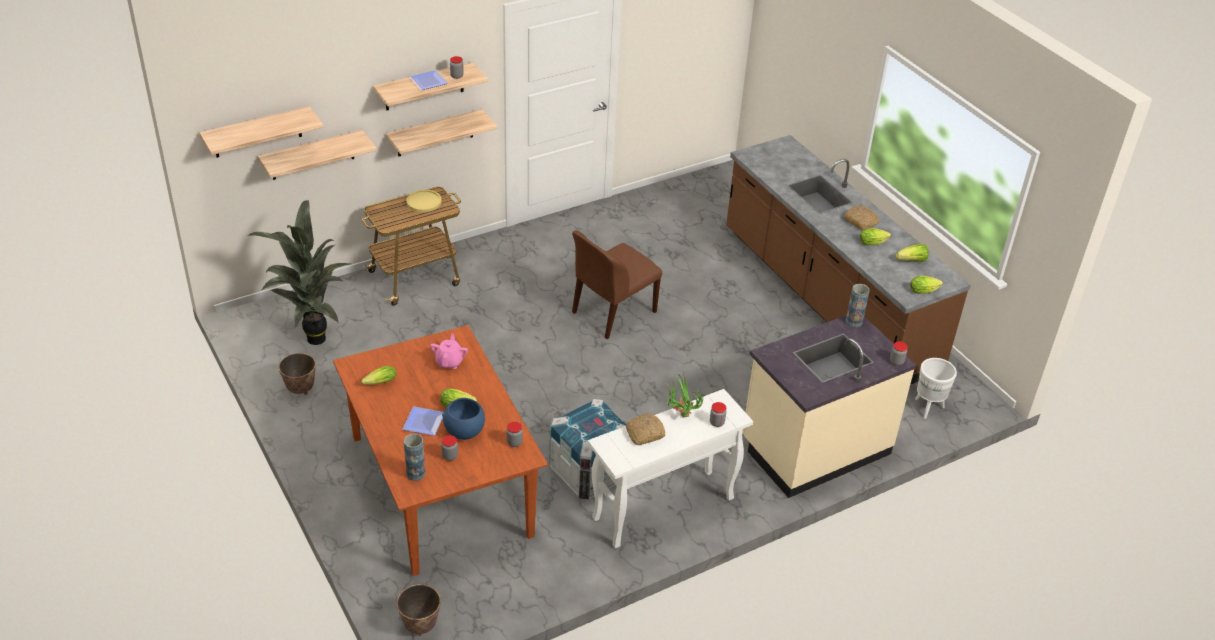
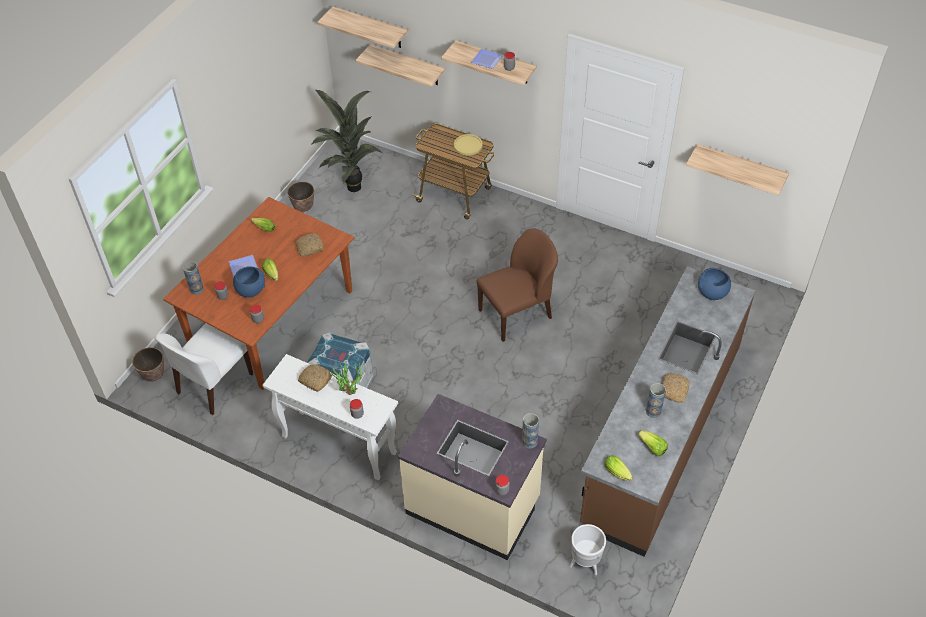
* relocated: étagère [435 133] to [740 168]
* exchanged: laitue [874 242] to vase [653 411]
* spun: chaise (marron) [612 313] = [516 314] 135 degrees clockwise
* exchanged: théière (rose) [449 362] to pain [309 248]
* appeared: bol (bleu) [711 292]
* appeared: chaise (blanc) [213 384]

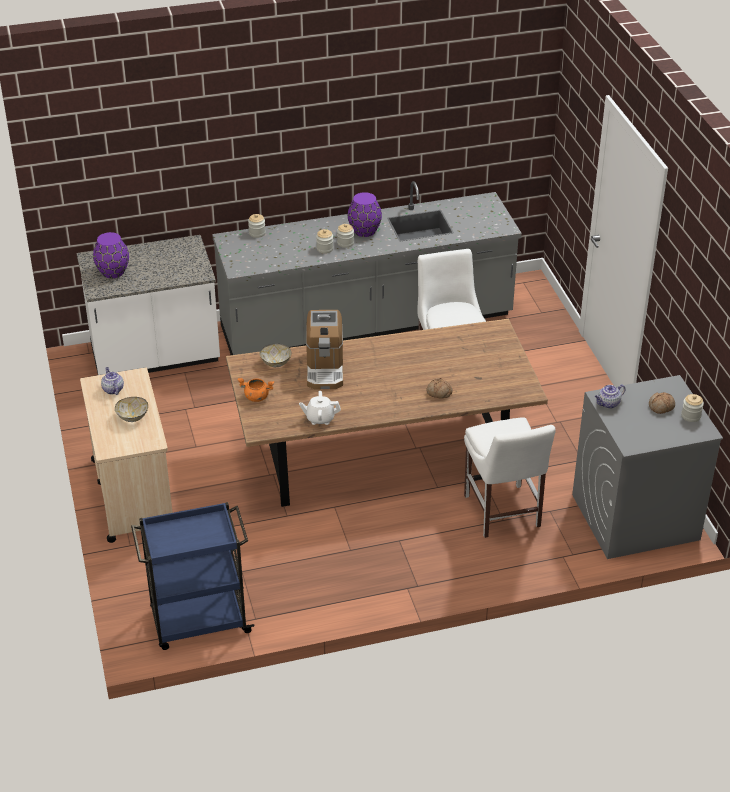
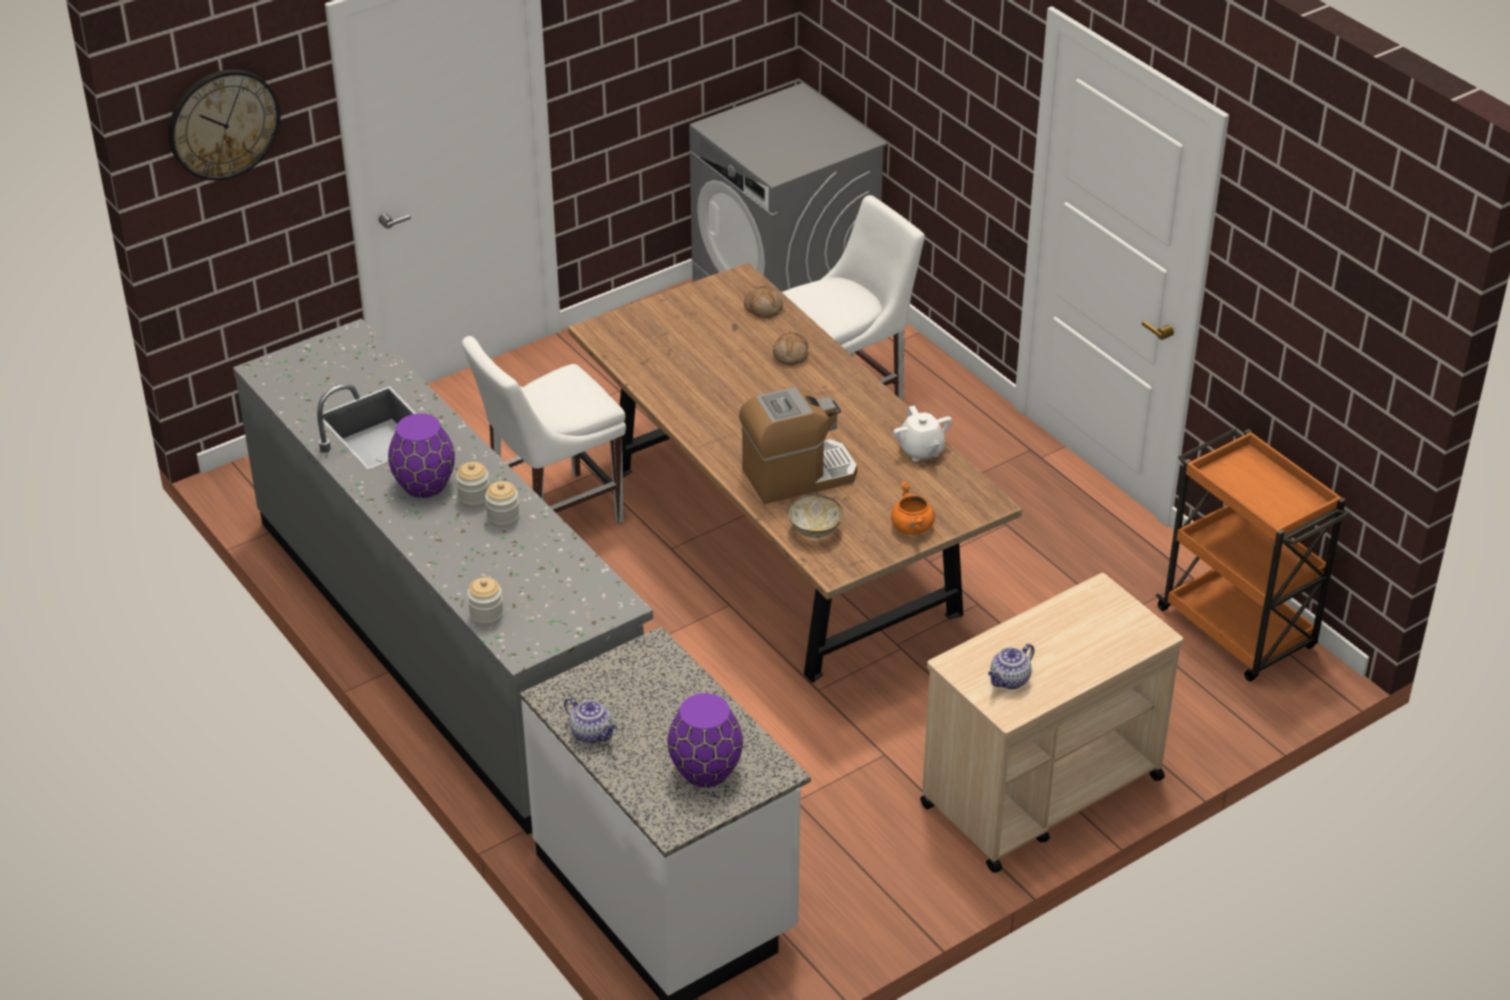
* relocated: théière [608 404] to [592 733]
* relocated: pain [661 407] to [763 308]
* missing: bocal [691 416]
* missing: bol [133 417]
* colour: chariot (bleu) [198 621] to chariot (orange) [1238 630]
* appeared: horloge murale [223 124]

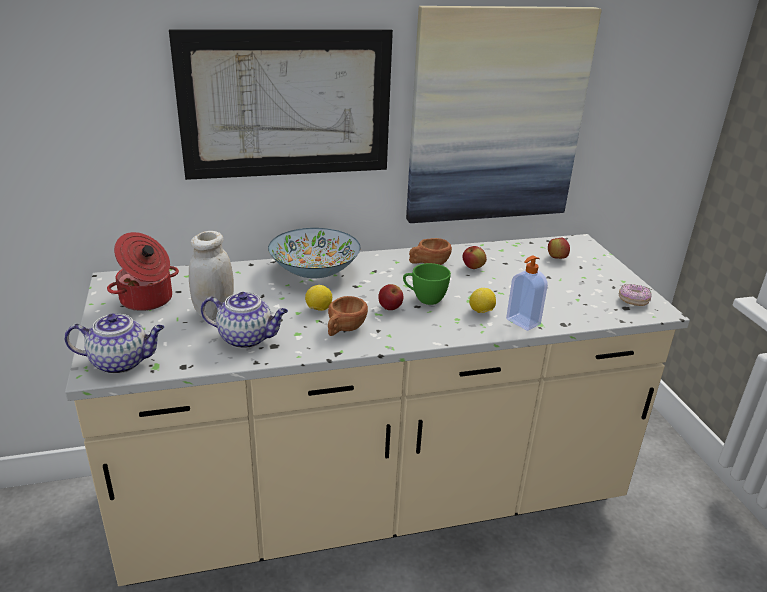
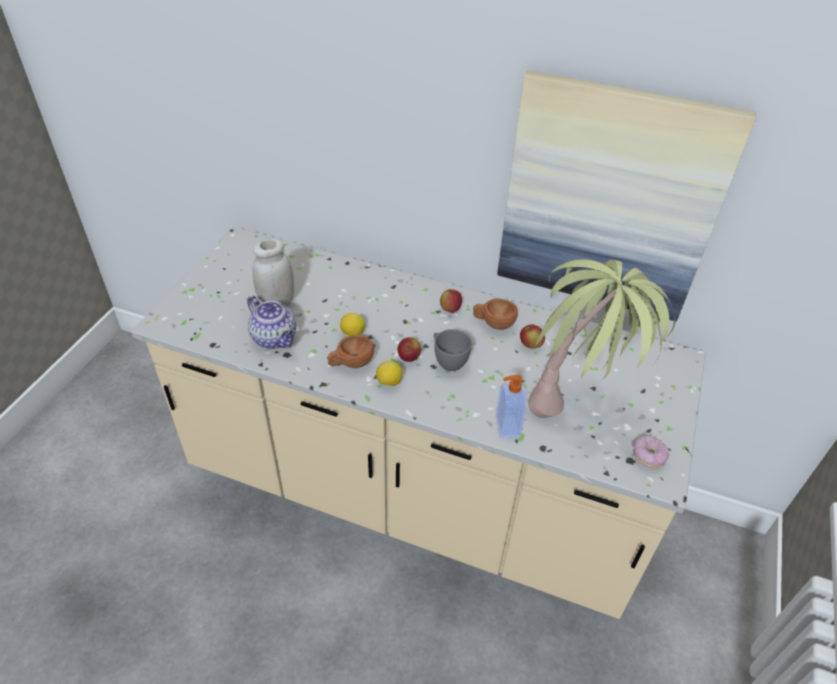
* missing: tableau [286 105]
* missing: bol [315 272]
* missing: marmite [147 300]
* relocated: pomme [556 258] to [450 309]
* colour: tasse (vert) [424 299] to tasse (gris) [448 361]
* relocated: citron [481 312] to [389 382]
* missing: théière [121 362]
* appeared: plante en pot [579 401]

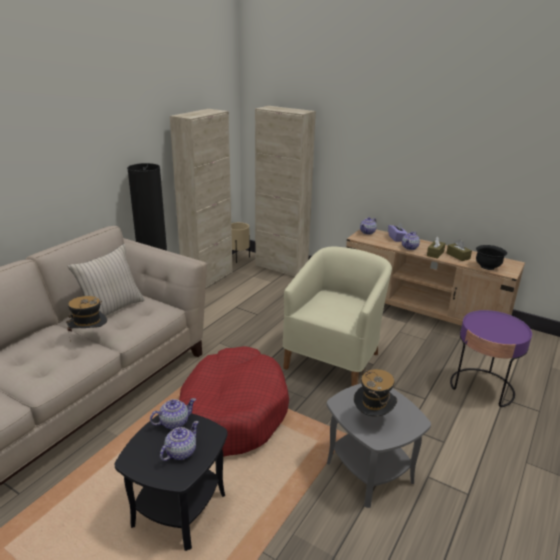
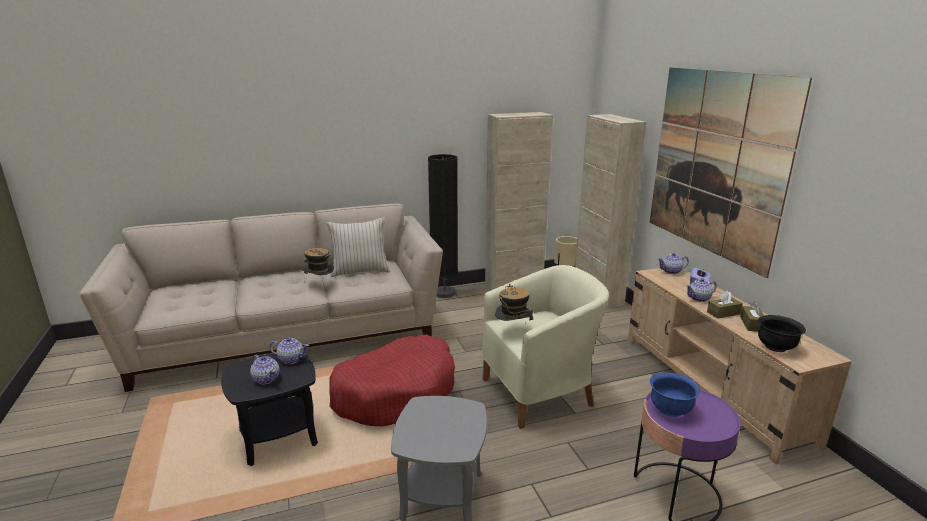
* relocated: chapeau [372 418] to [513 330]
* spun: théière [180 452] = [266 379] 60 degrees clockwise
* appeared: tableau [716 164]
* appeared: bol (bleu) [670 410]

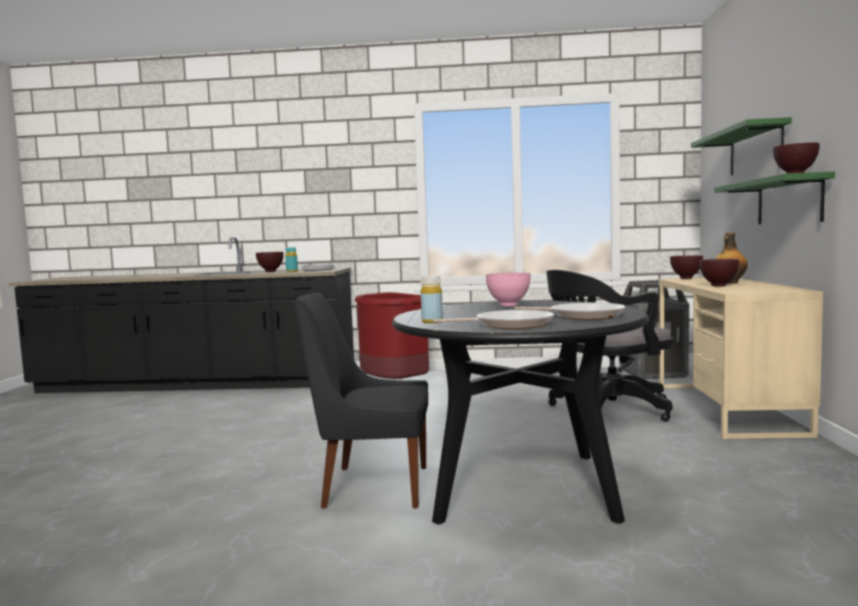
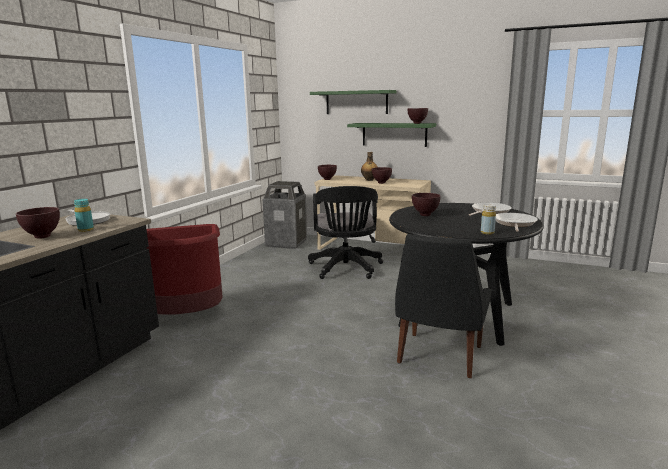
* colour: bol (rose) [507 306] to bol (marron) [424 215]

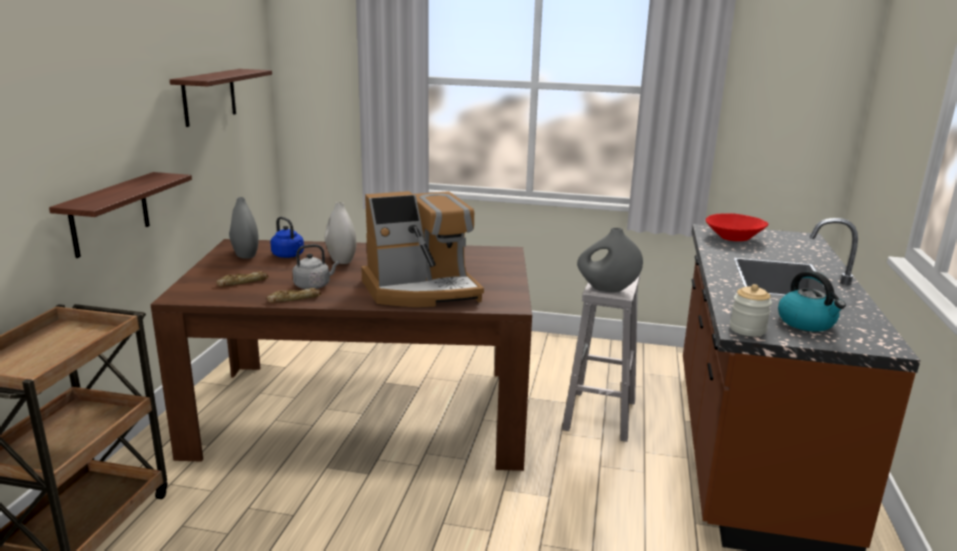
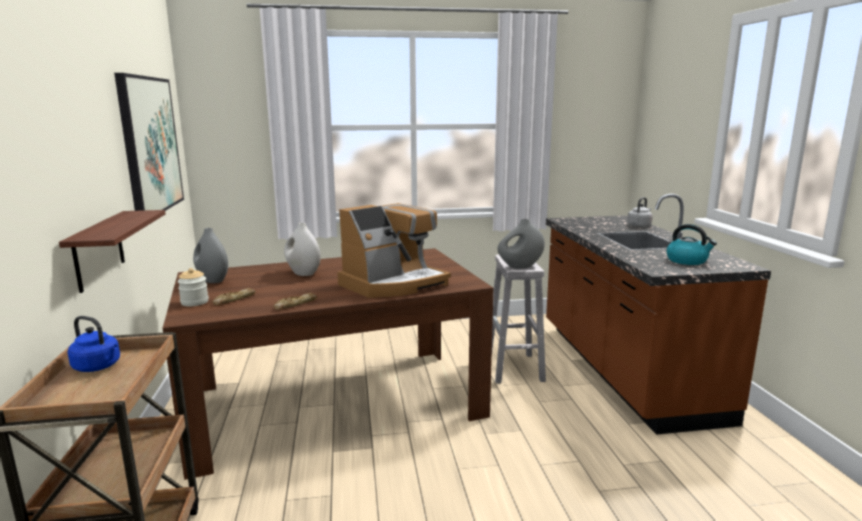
* exchanged: étagère [209 97] to tableau [150 145]
* missing: bol (rouge) [733 238]
* relocated: bouilloire (bleu) [289 255] to [99 367]
* relocated: bouilloire (gris) [314 286] to [639 225]
* relocated: bocal [747 329] to [194 302]

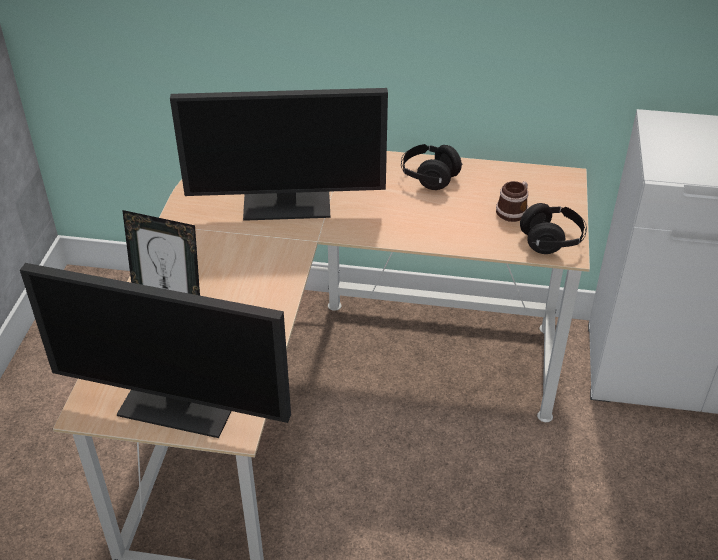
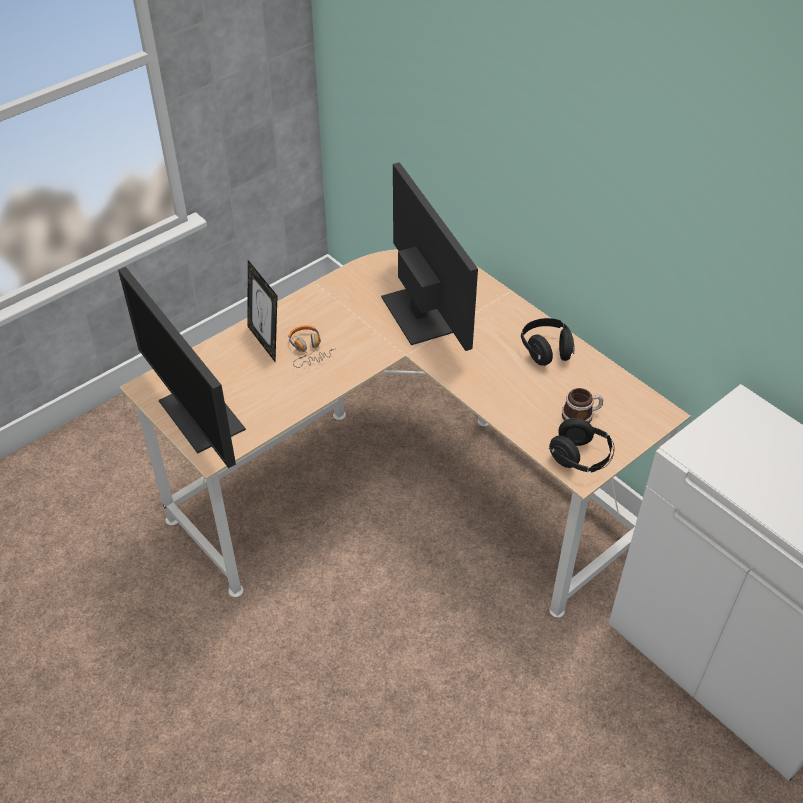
* spun: écran d'ordinateur [288 202] = [418 313] 150 degrees counterclockwise
* appeared: casque audio [308 350]

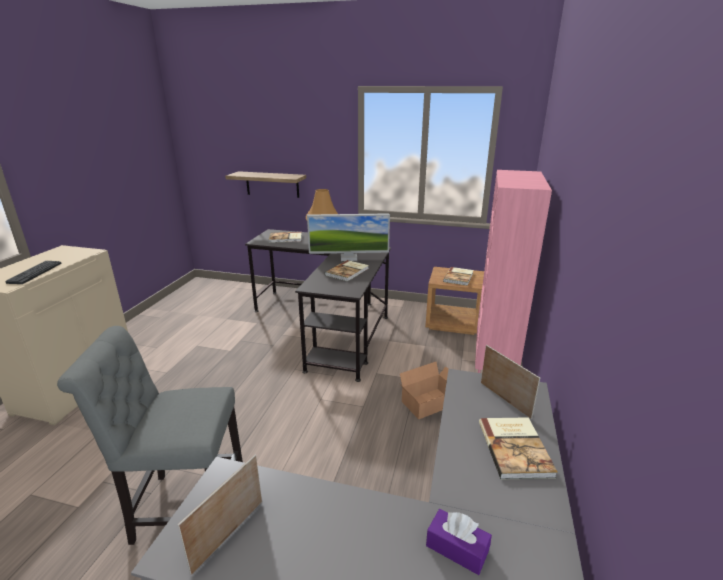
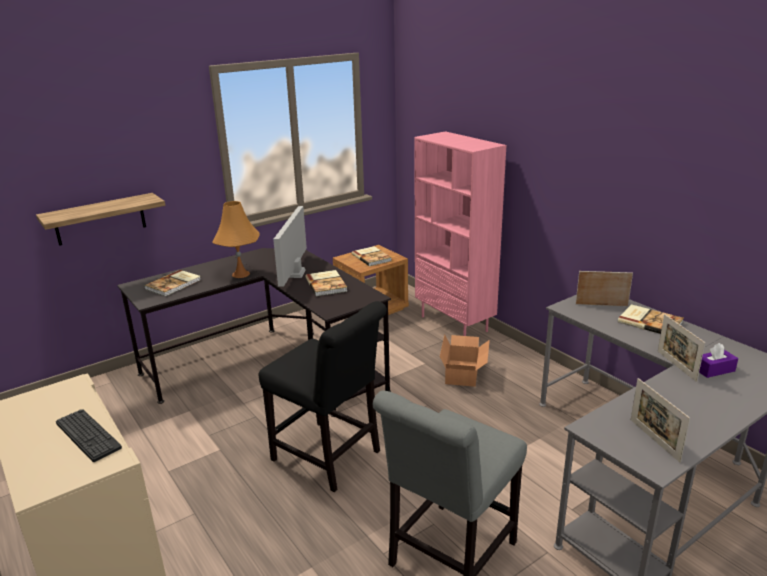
* spun: écran d'ordinateur [348 258] = [295 273] 150 degrees clockwise
* appeared: chaise (noir) [330 458]
* appeared: cadre photo [676 366]

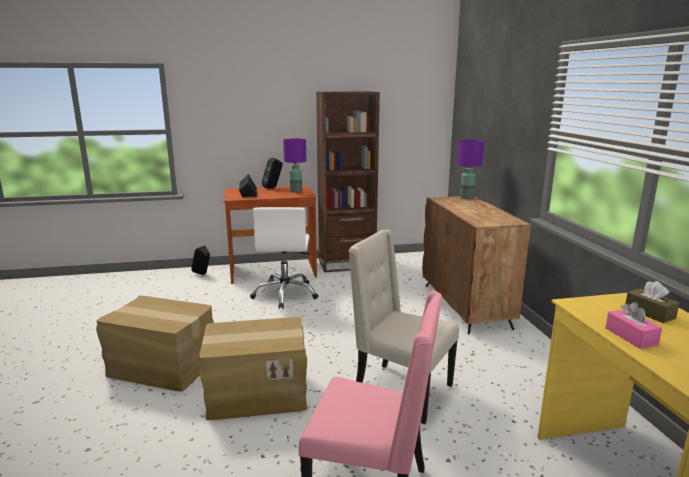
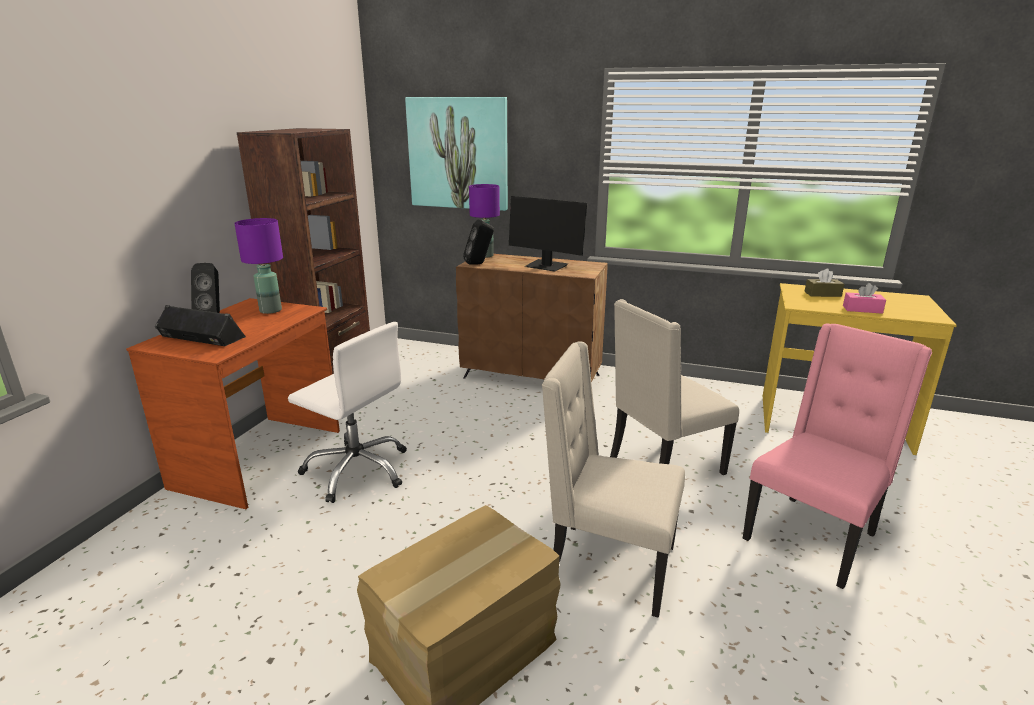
* relocated: enceinte (noir) [203 274] to [479 264]
* exchanged: carton [257 393] to chaise (beige) [608 565]
* appeared: tableau [458 153]
* appeared: écran d'ordinateur [546 266]

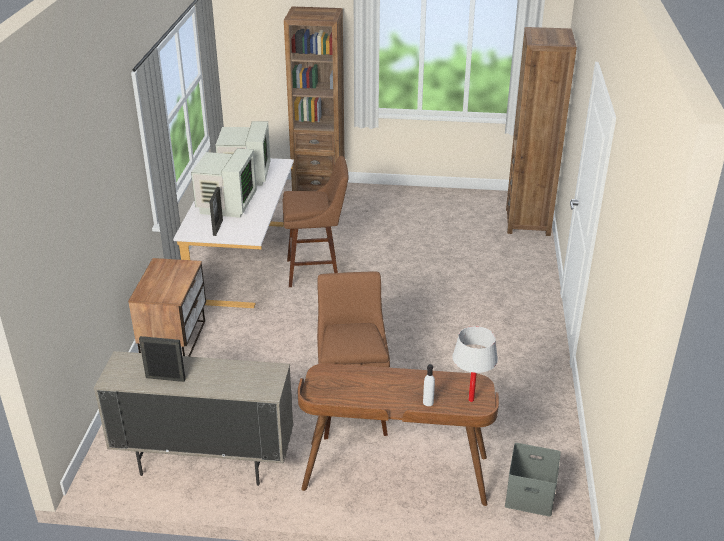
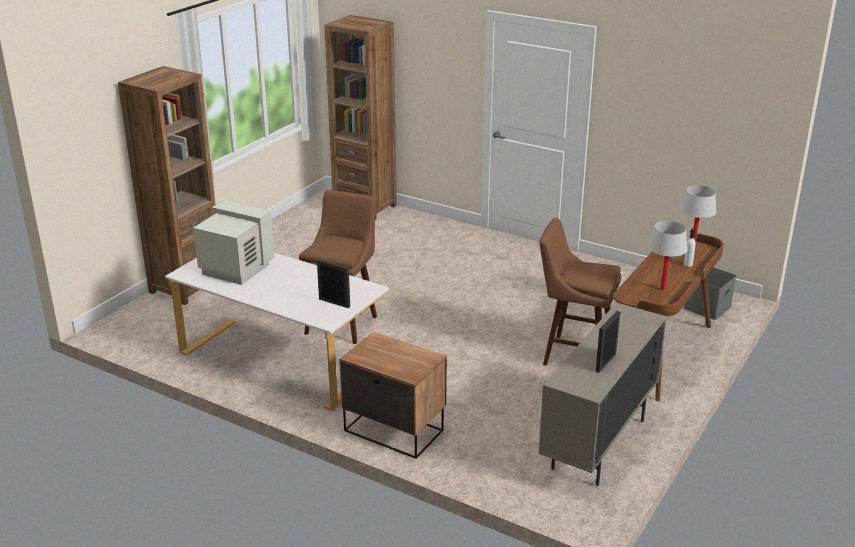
* missing: écran d'ordinateur [226 205]
* appeared: lampe de table (blanc) [662 289]

